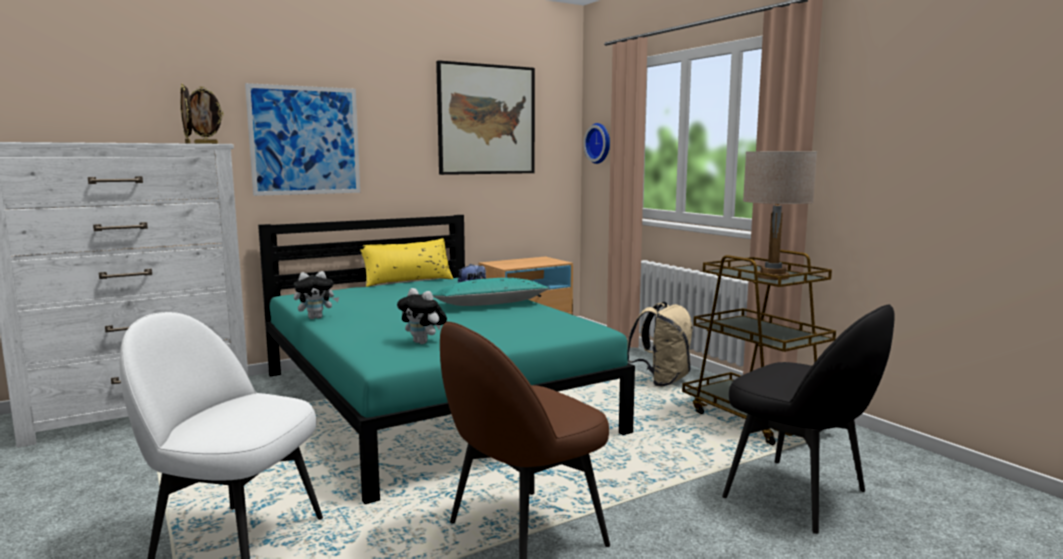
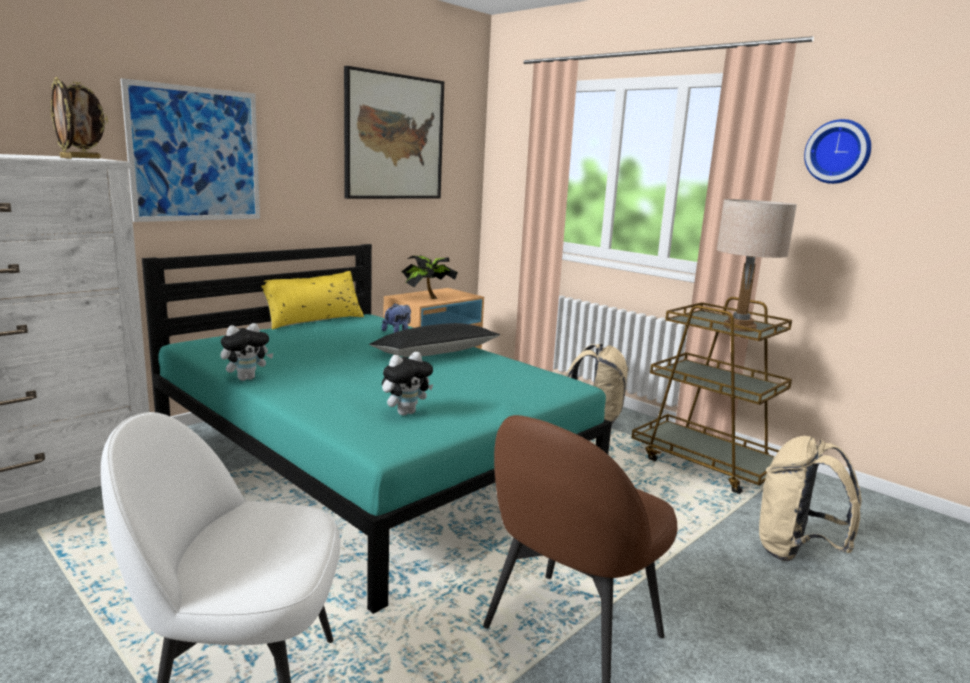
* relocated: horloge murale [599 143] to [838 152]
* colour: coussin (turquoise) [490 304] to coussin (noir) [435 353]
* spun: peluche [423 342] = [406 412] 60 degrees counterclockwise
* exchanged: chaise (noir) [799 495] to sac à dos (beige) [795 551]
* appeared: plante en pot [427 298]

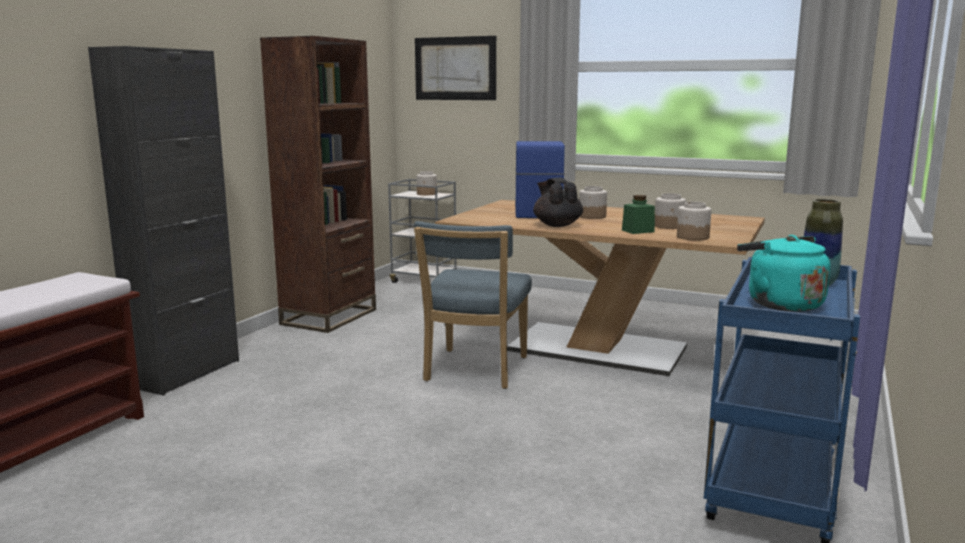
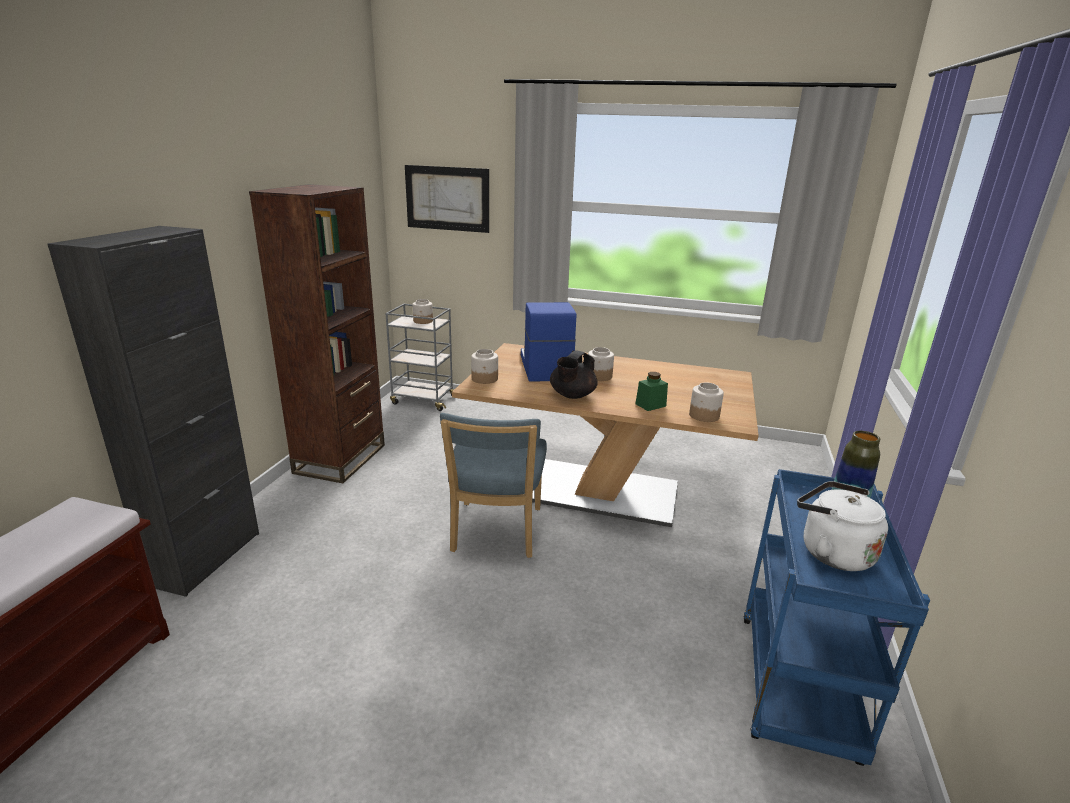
* spun: théière (noir) [557 225] = [572 395] 120 degrees counterclockwise
* relocated: bocal [669 226] to [485 379]
* colour: bouilloire (turquoise) [780 304] to bouilloire (blanc) [831 552]

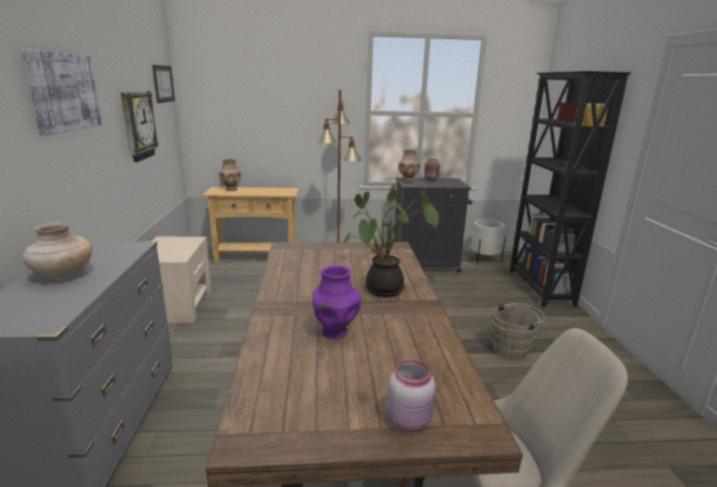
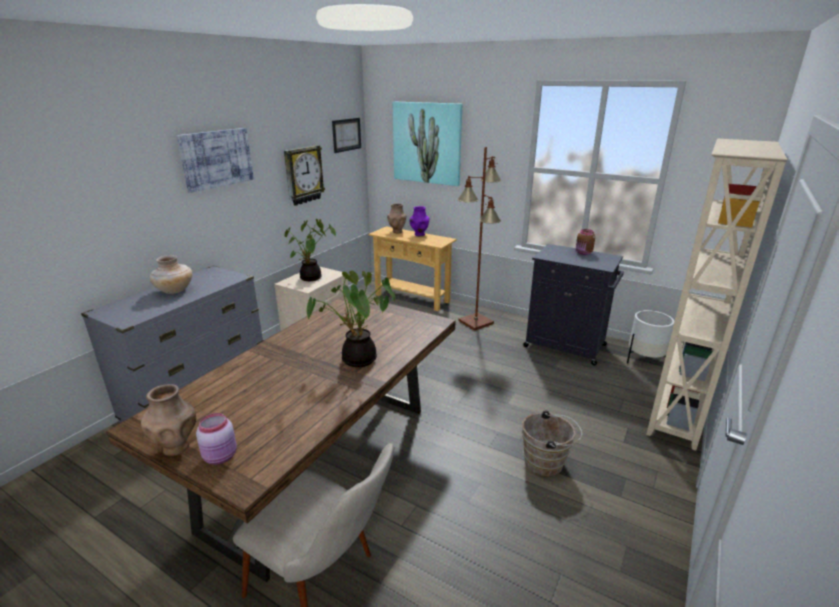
* colour: bibliothèque (noir) [539 288] to bibliothèque (beige) [674 413]
* relocated: vase (marron) [408 180] to [176 447]
* relocated: vase (violet) [335 332] to [419 234]
* appeared: tableau [427 143]
* appeared: plante en pot [312 278]

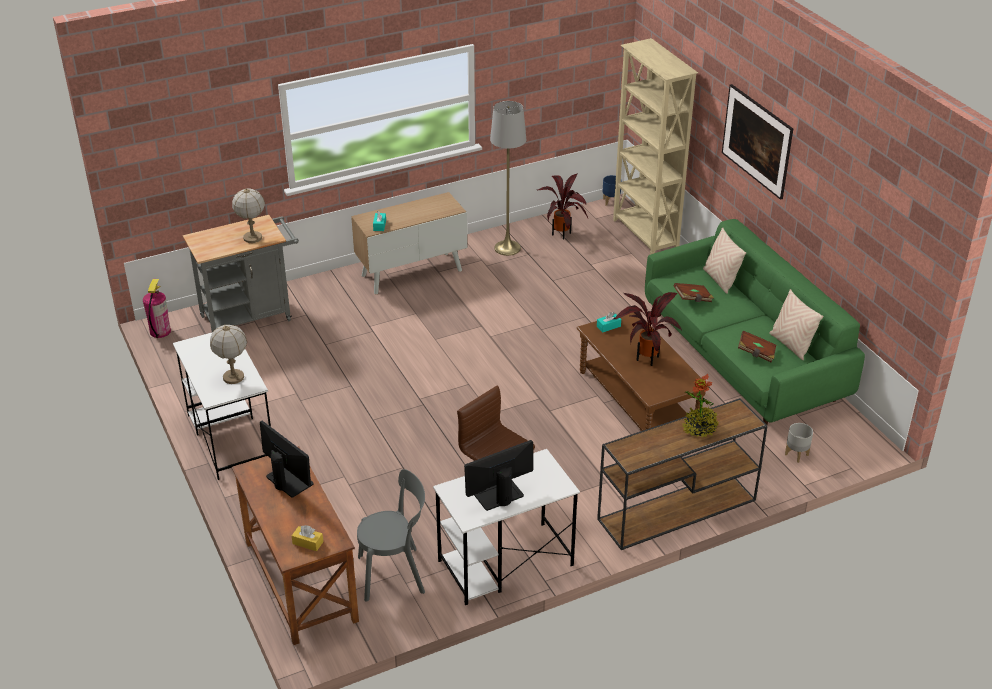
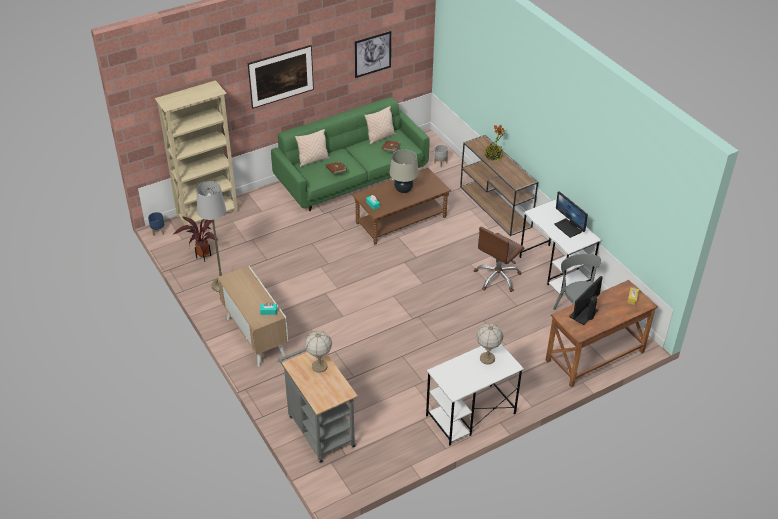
* missing: extincteur [160 331]
* exchanged: plante en pot [646 357] to lampe de table (beige) [403 190]
* appeared: tableau [372 54]

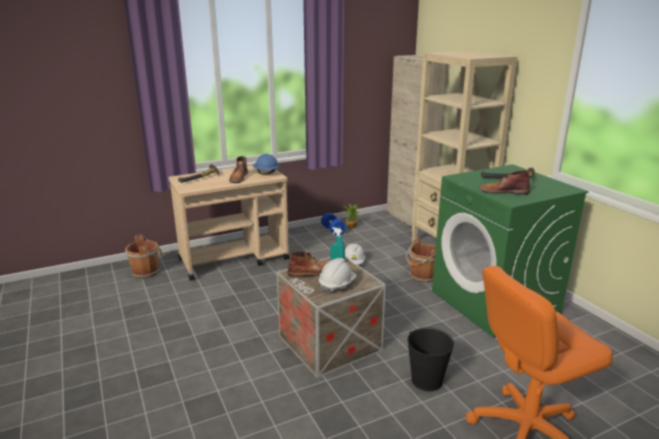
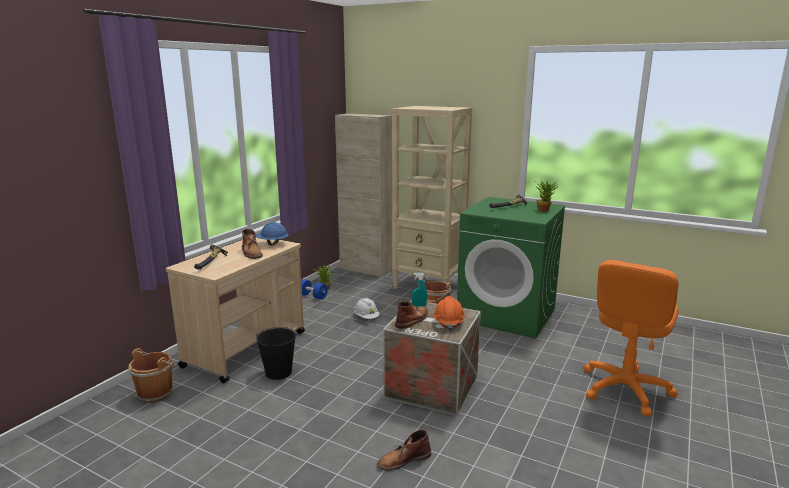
* relocated: botte (marron) [503 191] to [403 460]
* colour: casque de chantier (blanc) [337 285] to casque de chantier (orange) [448 323]
* relocated: seau (noir) [426 380] to [278 372]
* appeared: plante en pot [544 210]

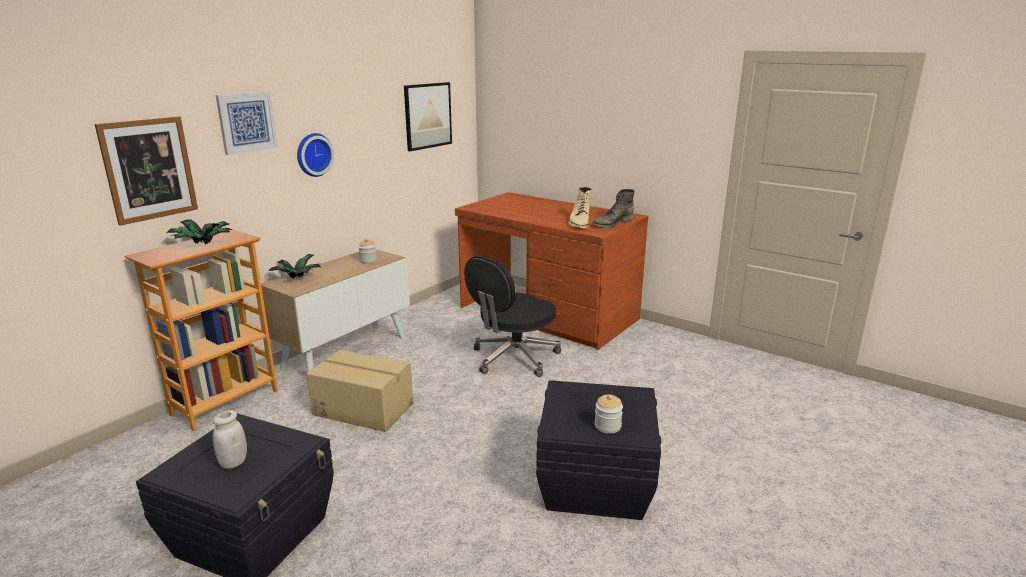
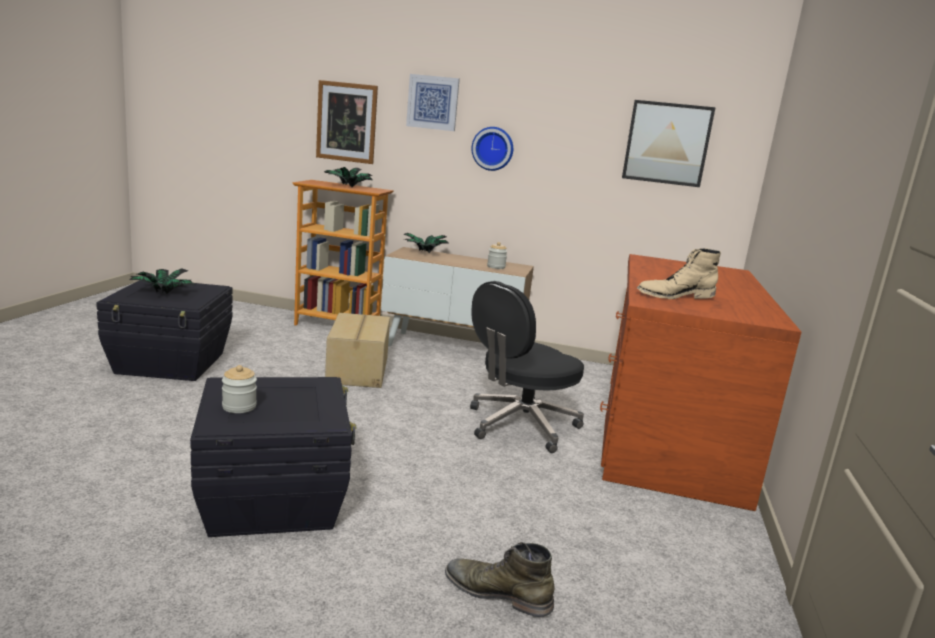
* relocated: botte (vert) [612 223] to [497 592]
* spun: chaise de bureau (noir) [513 358] = [520 425] 60 degrees counterclockwise
* exchanged: bocal (blanc) [233 462] to plante en pot [162 293]

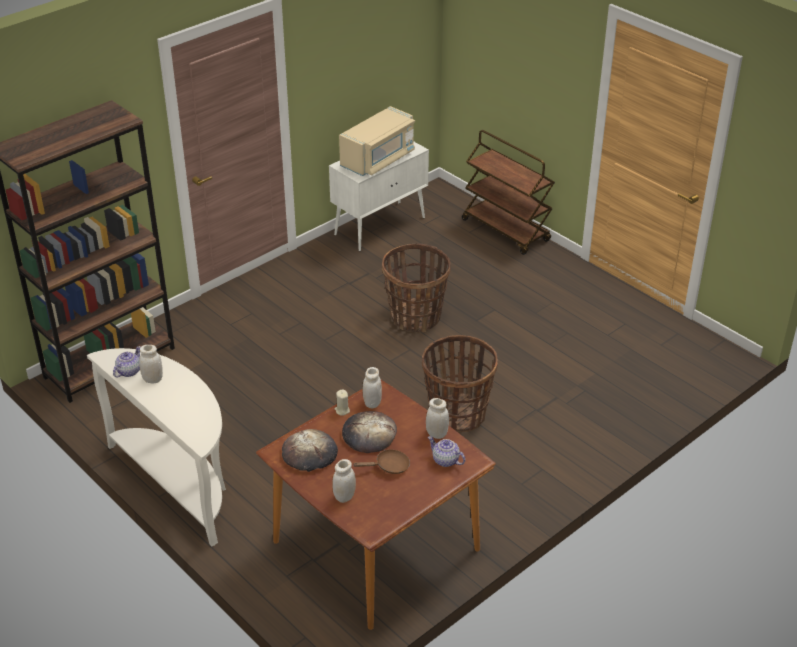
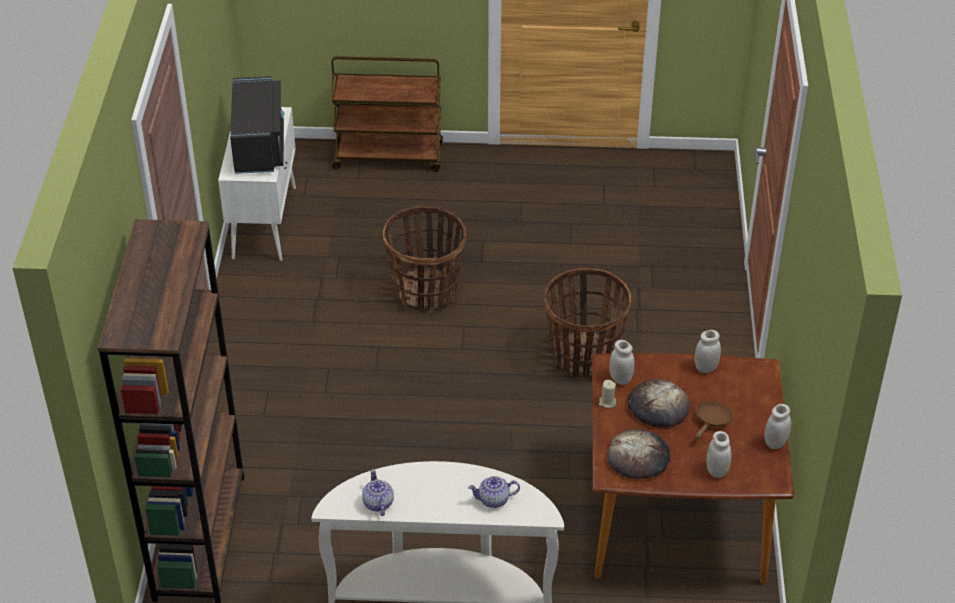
* colour: micro-ondes (beige) [378 159] to micro-ondes (noir) [258 145]
* relocated: bocal (blanc) [153 379] to [775 443]
* relocated: théière [446 460] to [494 500]

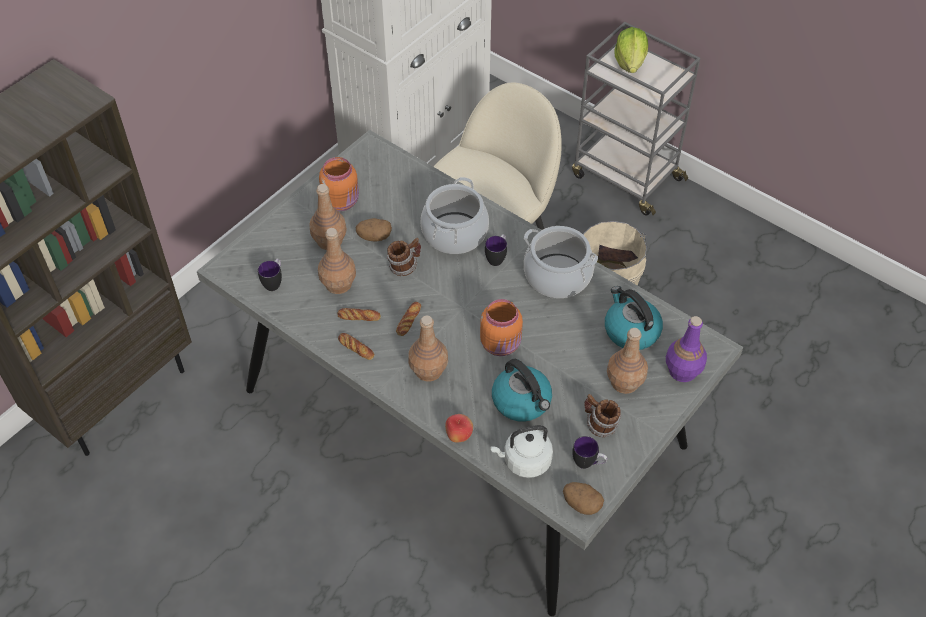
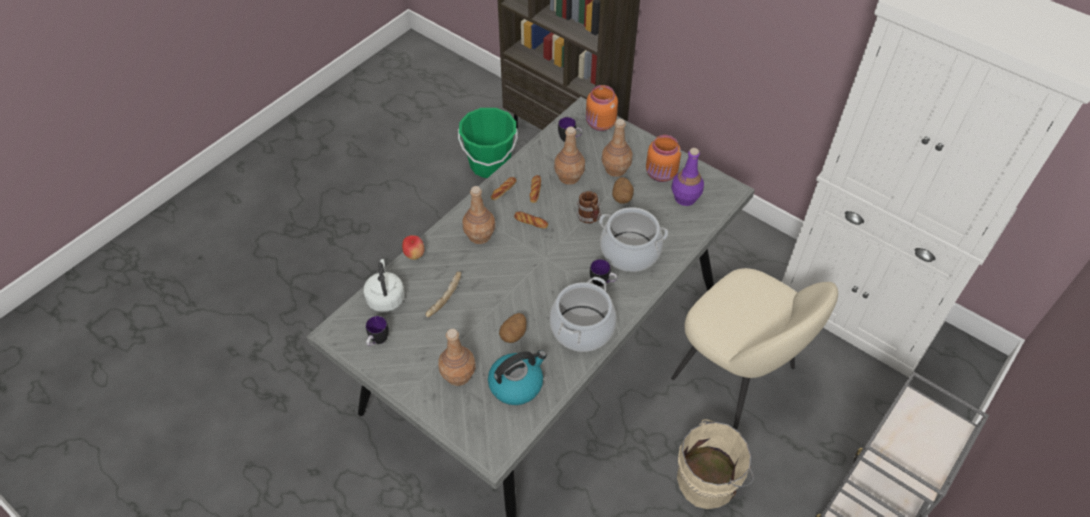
* missing: laitue [630 63]
* relocated: bocal (orange) [501 344] to [600 124]
* relocated: bouteille (violet) [682 371] to [685 197]
* exchanged: bouilloire [522 401] to pain [444 297]
* missing: mug [599 425]
* relocated: pomme de terre [581 504] to [514 334]
* appeared: seau (vert) [490 164]

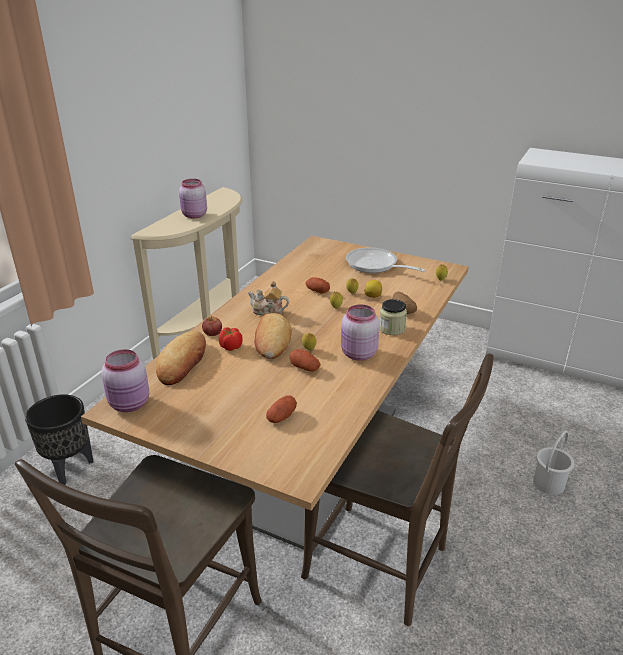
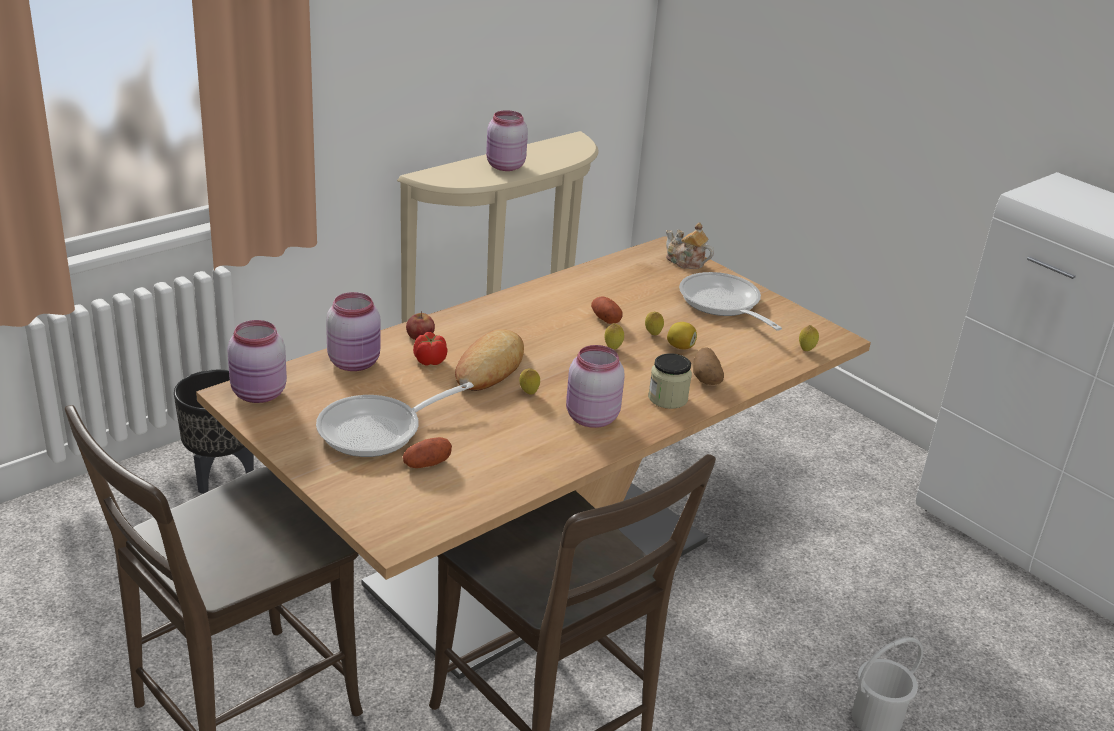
* relocated: théière [268 312] to [685 262]
* exchanged: pain [182 362] to bocal (rose) [355 363]
* missing: pomme de terre [305 367]
* appeared: poêle [378 430]

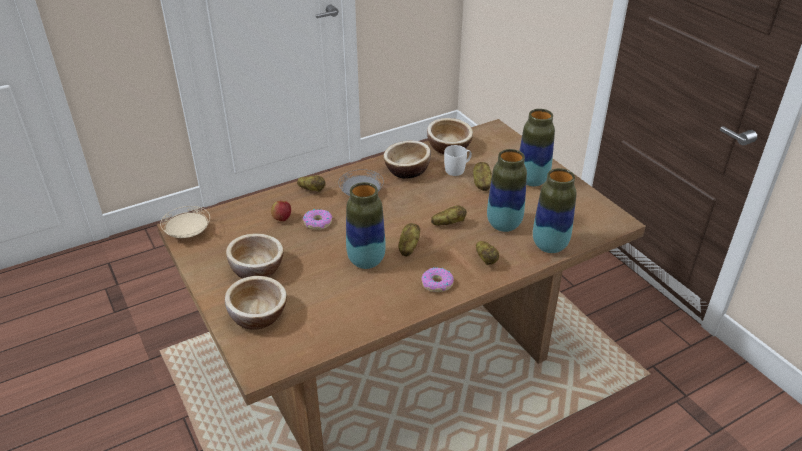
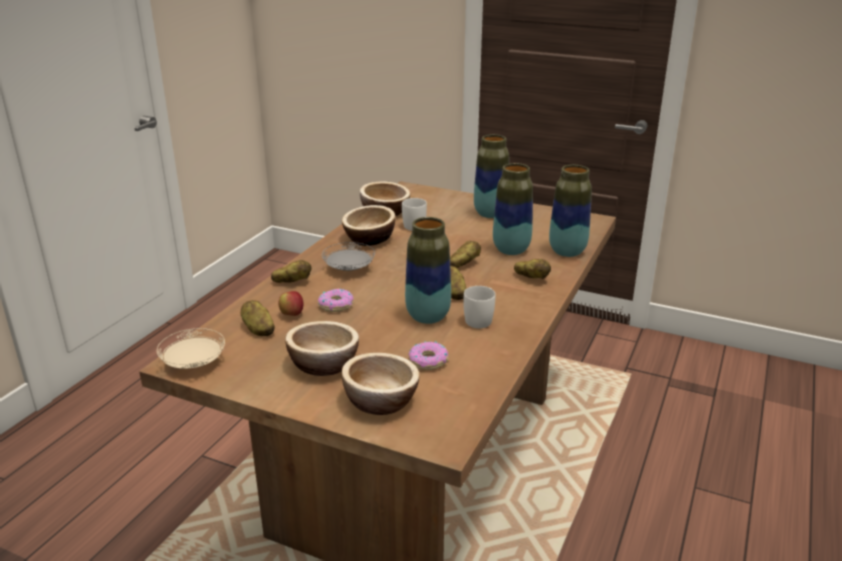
* relocated: pomme de terre [481 184] to [258 329]
* relocated: beignet [437 284] to [428 361]
* appeared: mug (blanc) [479 319]

